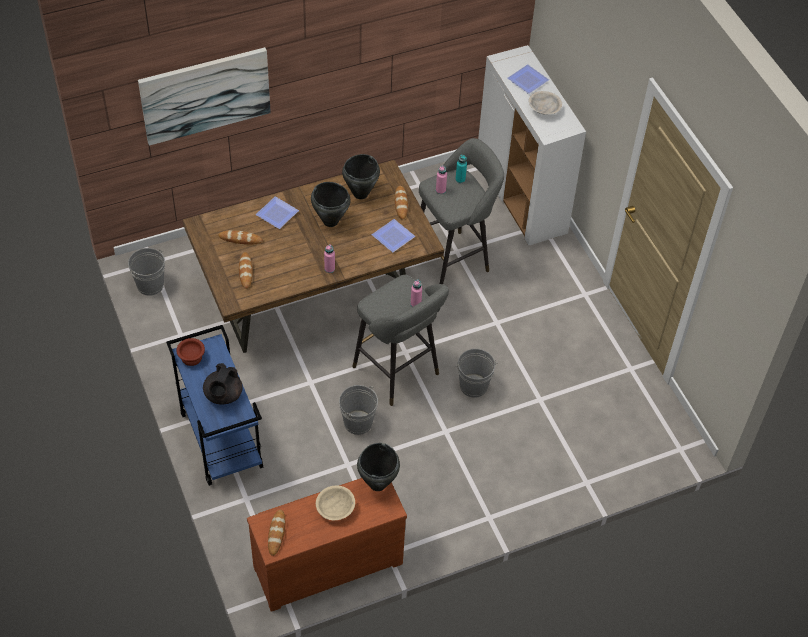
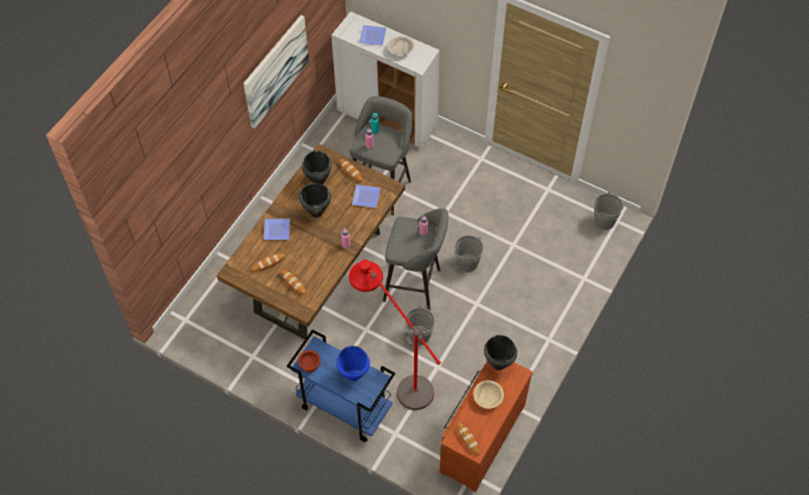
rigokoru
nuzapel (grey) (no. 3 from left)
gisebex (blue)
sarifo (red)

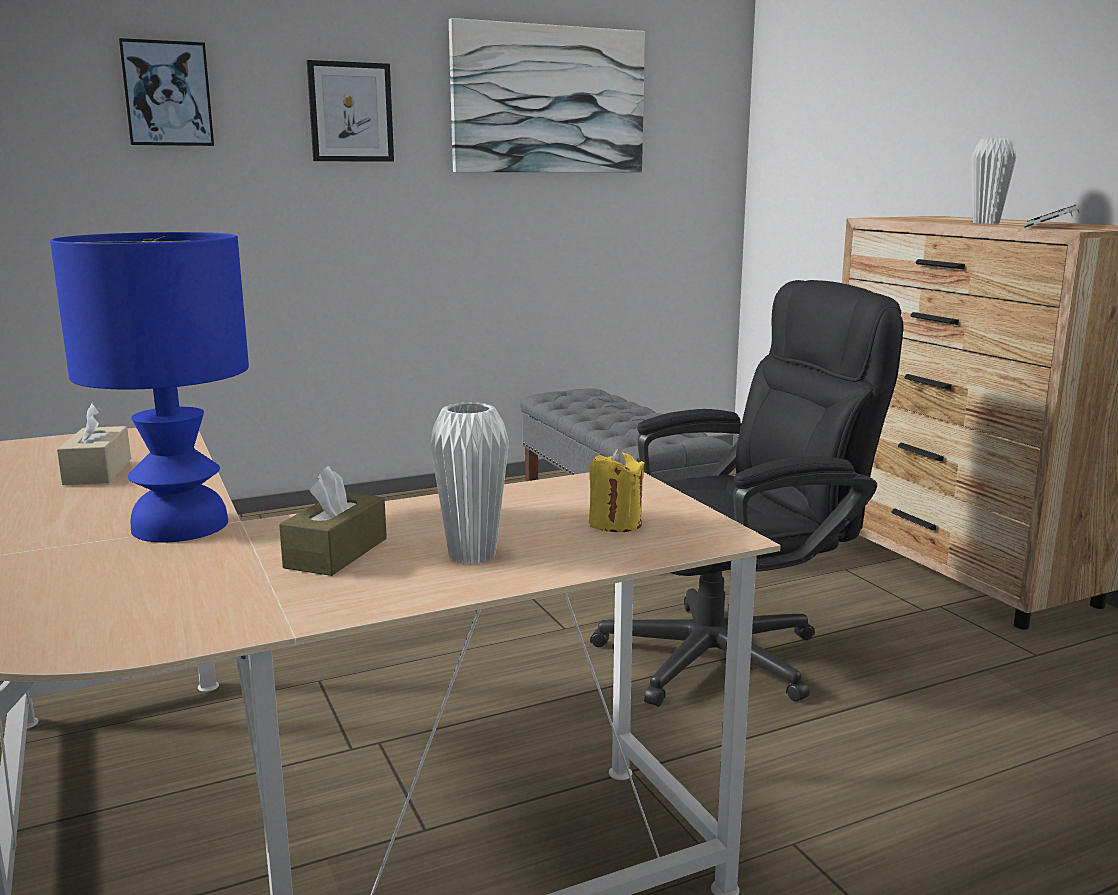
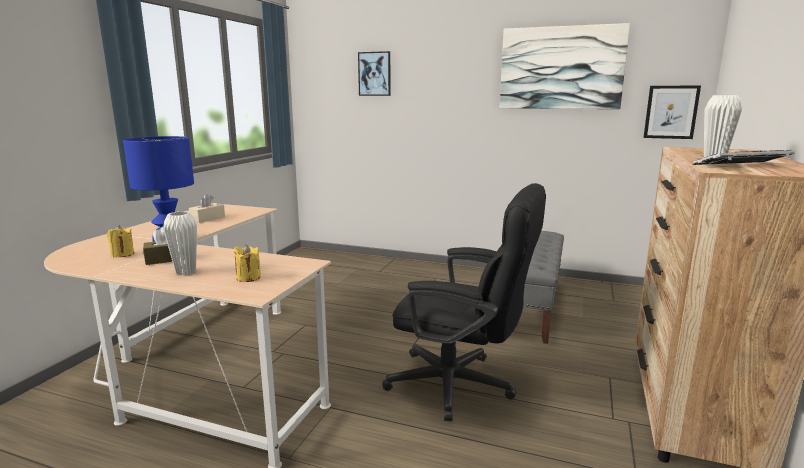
rigokoru (no. 3 from left)
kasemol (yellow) (no. 1 from left)

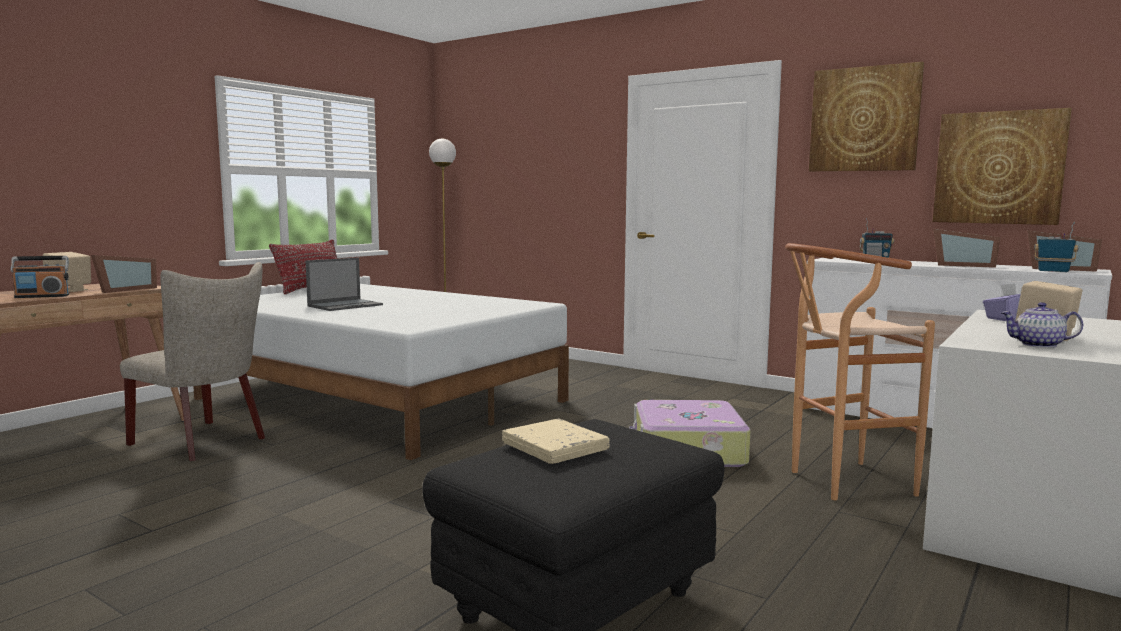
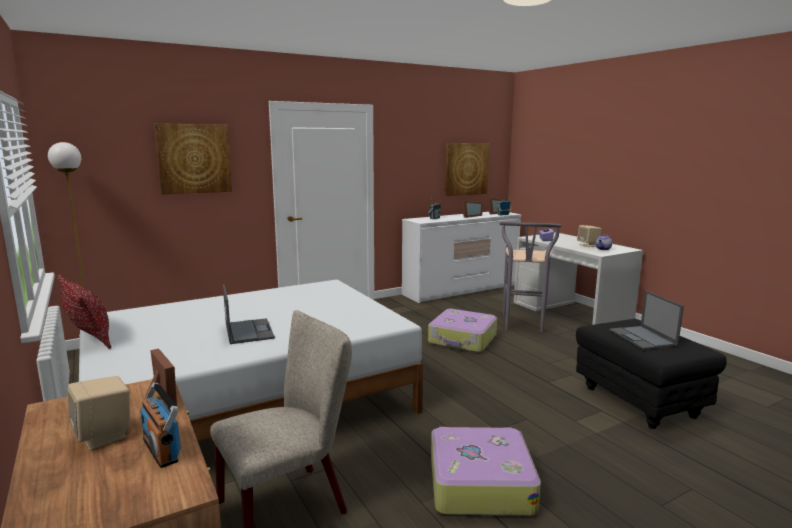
rigokoru (no. 1 from left)
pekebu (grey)
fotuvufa (no. 1 from left)
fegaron (no. 2 from left)
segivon (no. 2 from left)

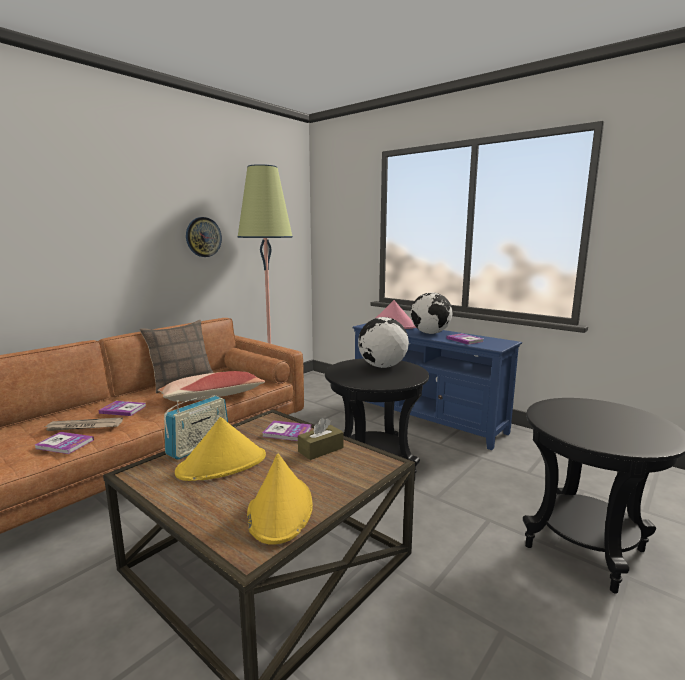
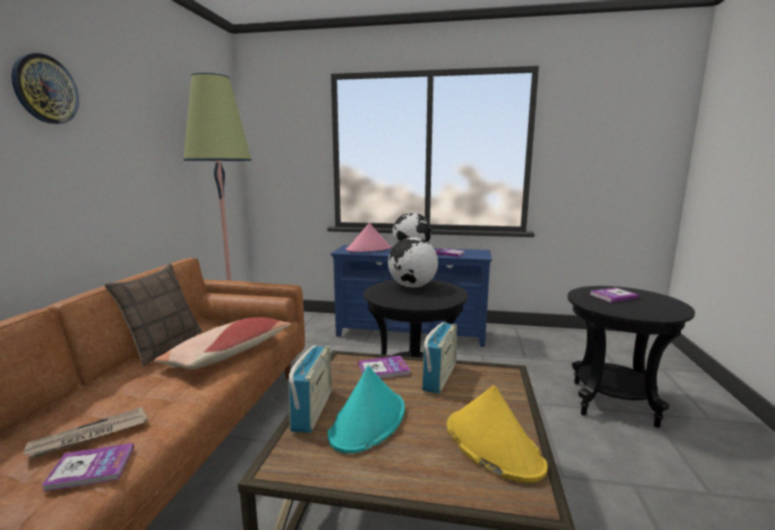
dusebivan
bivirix (no. 4 from left)
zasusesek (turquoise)
fotuvufa (no. 2 from left)

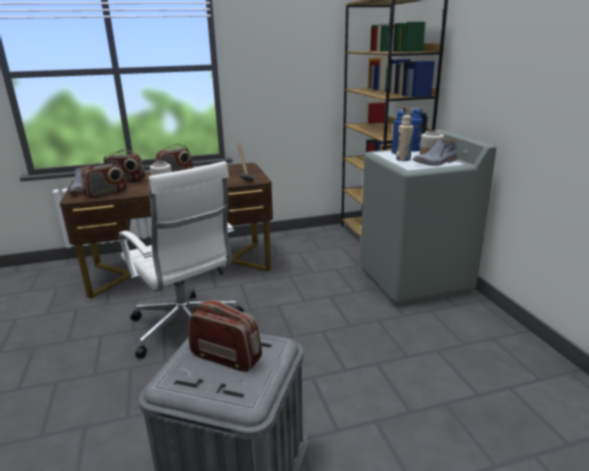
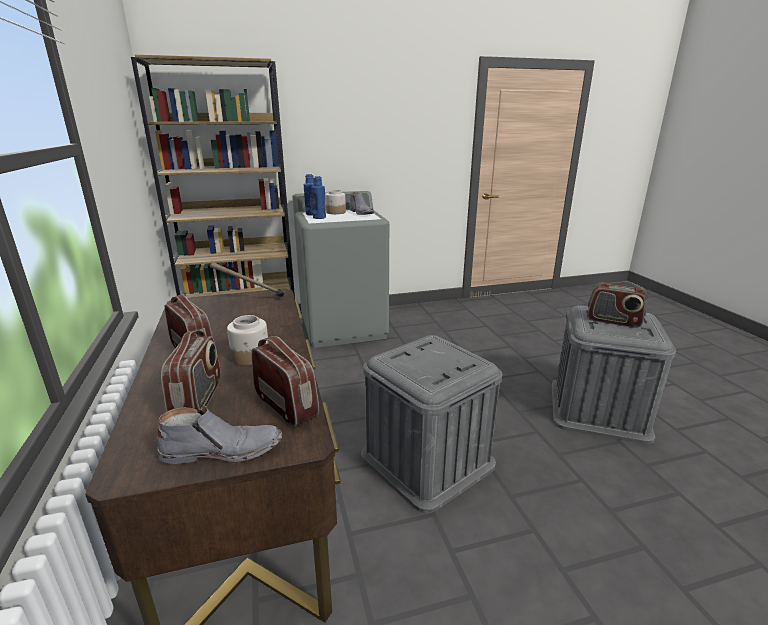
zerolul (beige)
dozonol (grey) (no. 1 from left)
fotuvufa (no. 4 from left)

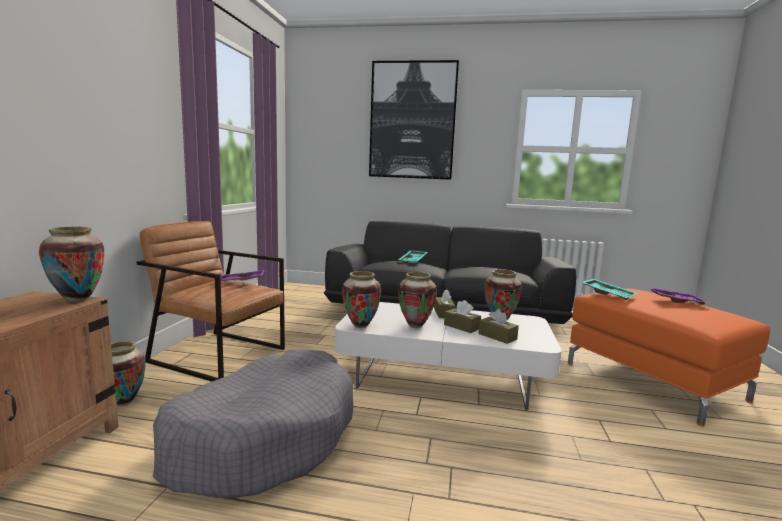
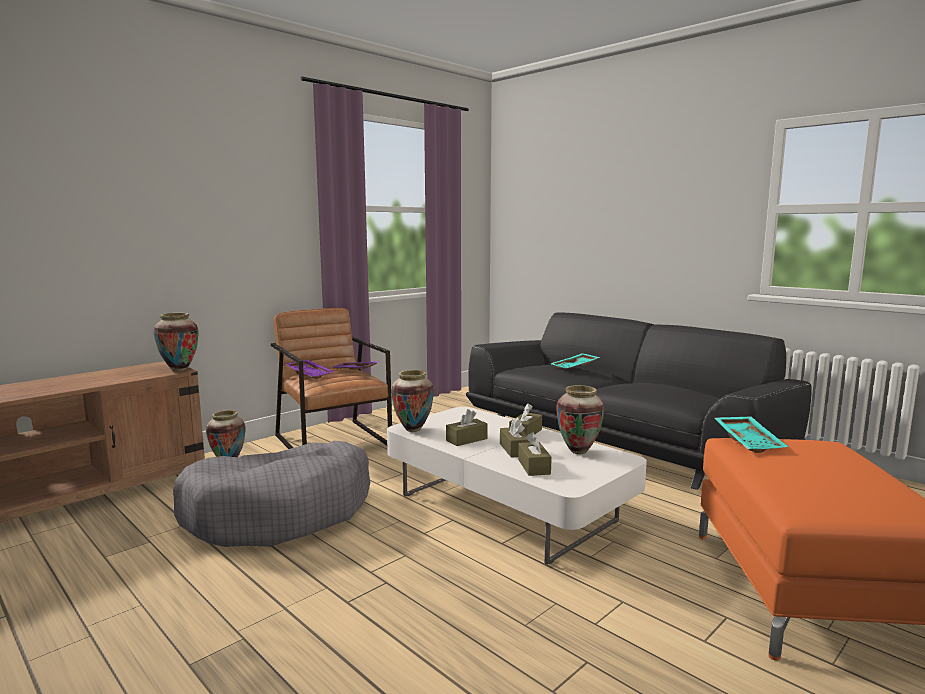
rigokoru
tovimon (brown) (no. 1 from left)
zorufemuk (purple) (no. 1 from left)

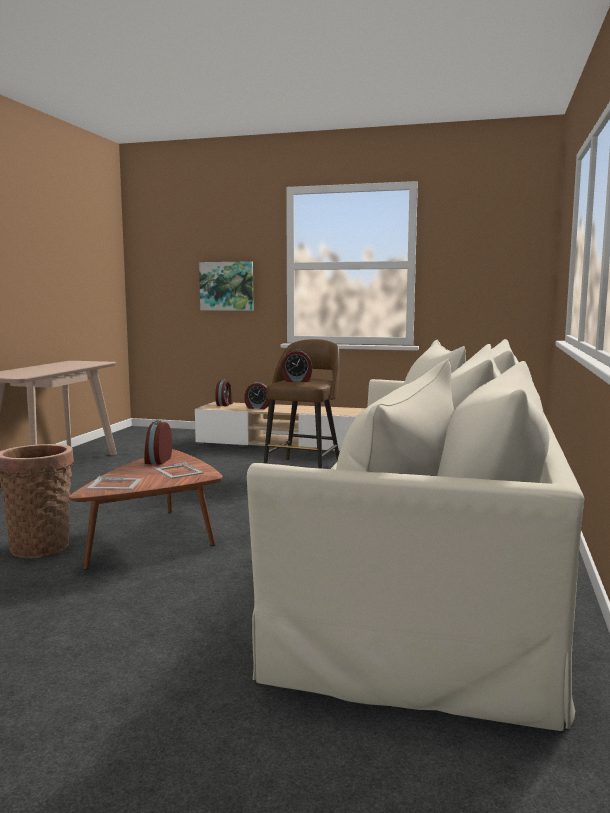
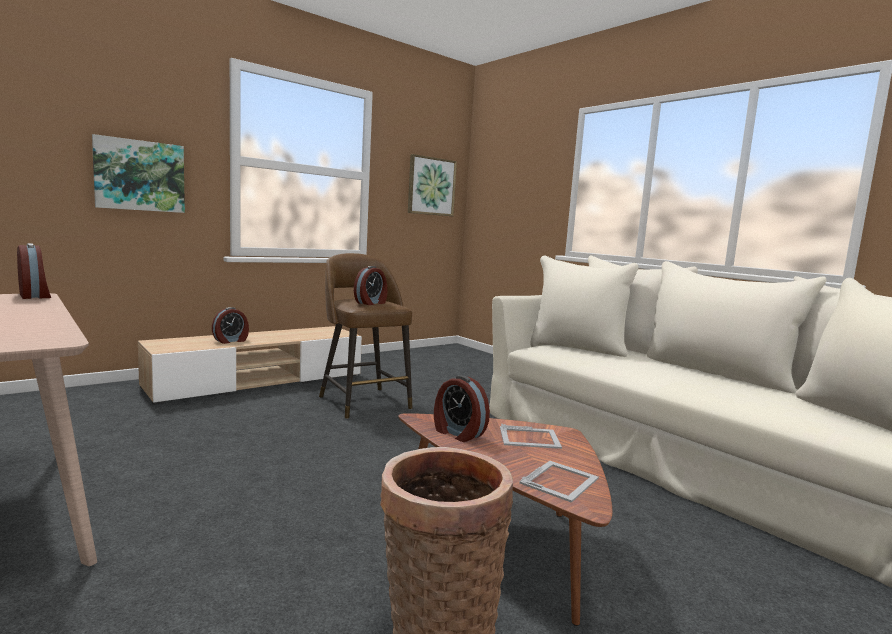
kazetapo (no. 1 from left)
rigokoru (no. 2 from left)

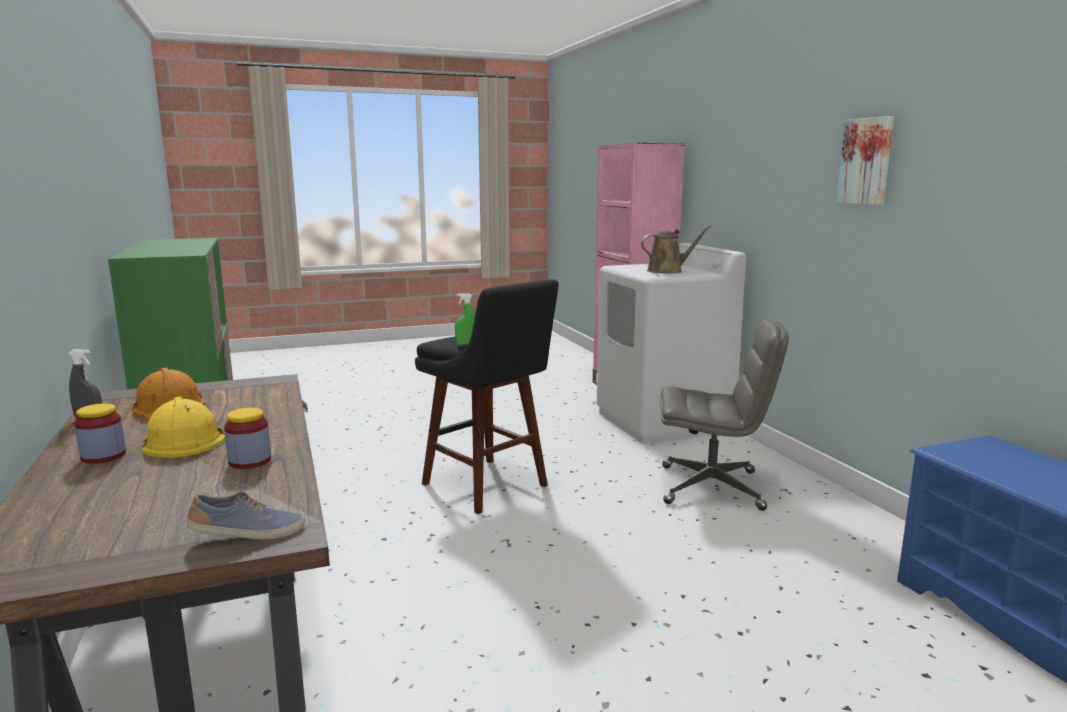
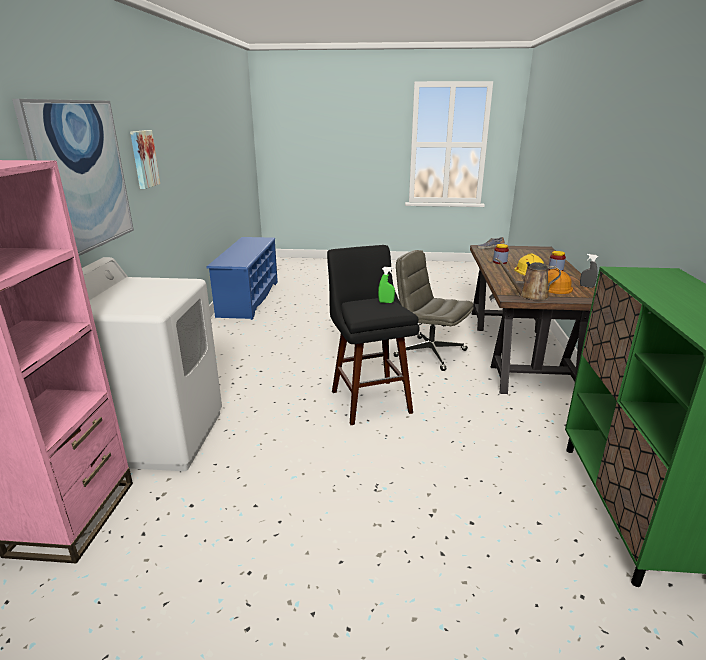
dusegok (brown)
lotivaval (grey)
rigokoru (no. 1 from left)

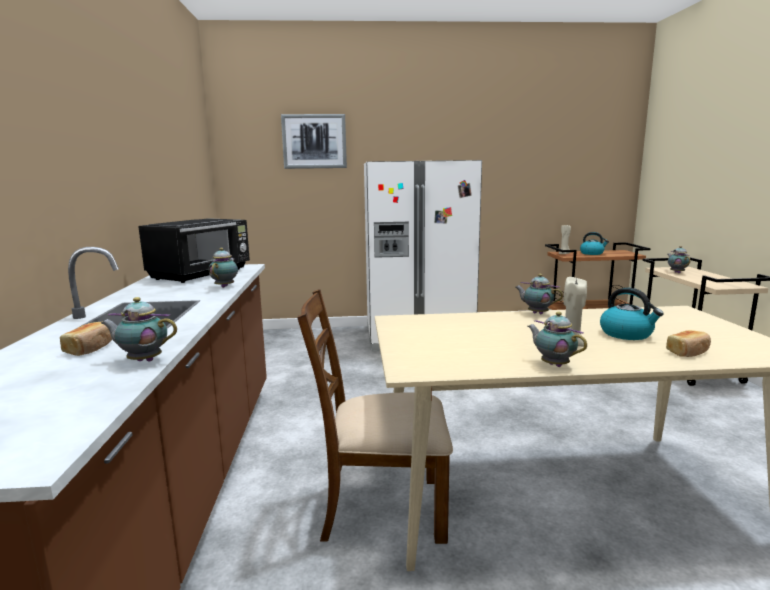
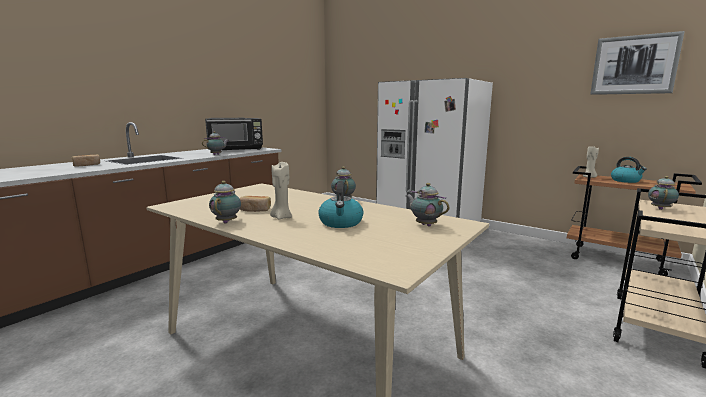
rigokoru
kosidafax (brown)
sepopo (no. 4 from left)
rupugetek (no. 2 from left)

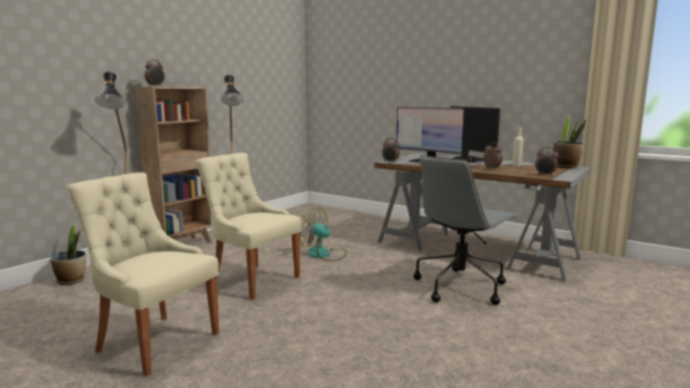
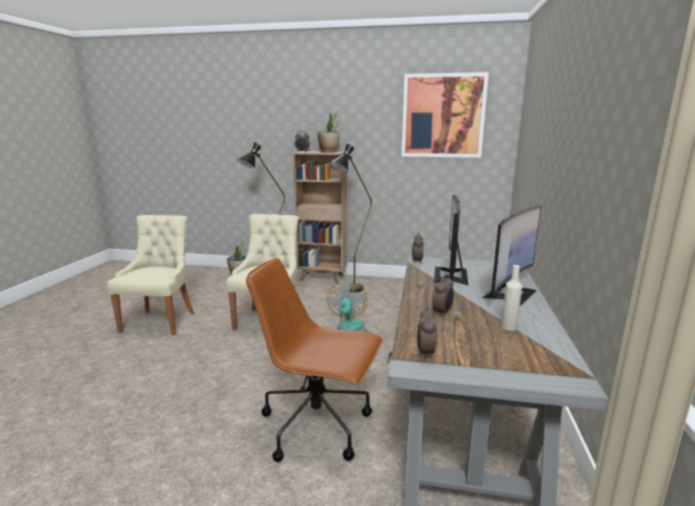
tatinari (no. 2 from left)
lotivaval (brown)
rigokoru

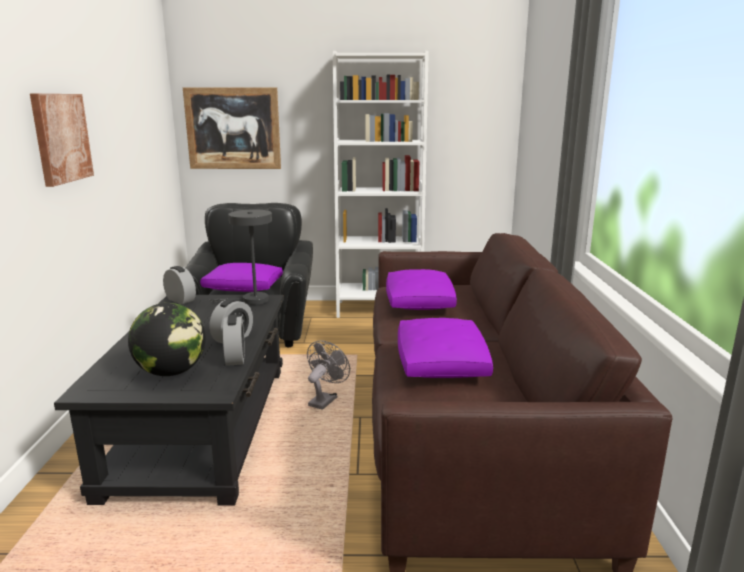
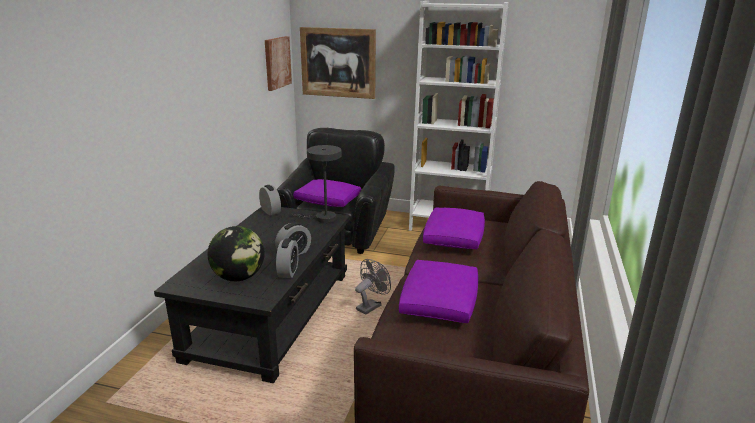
rigokoru (no. 1 from left)

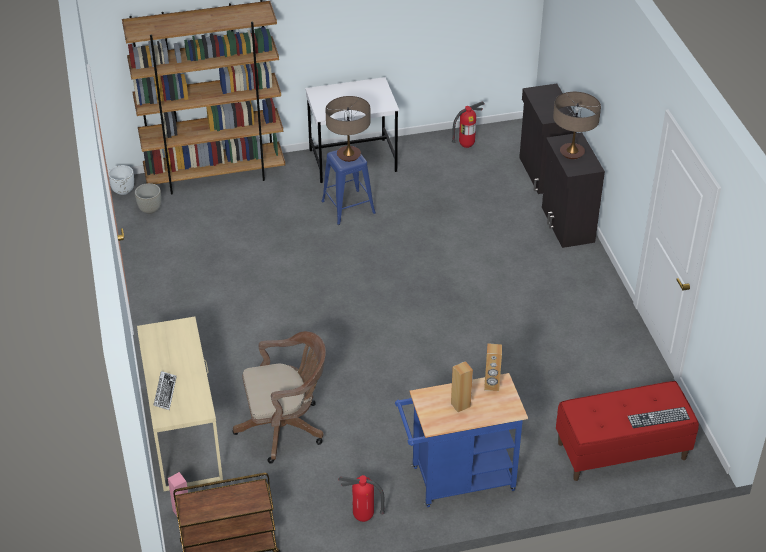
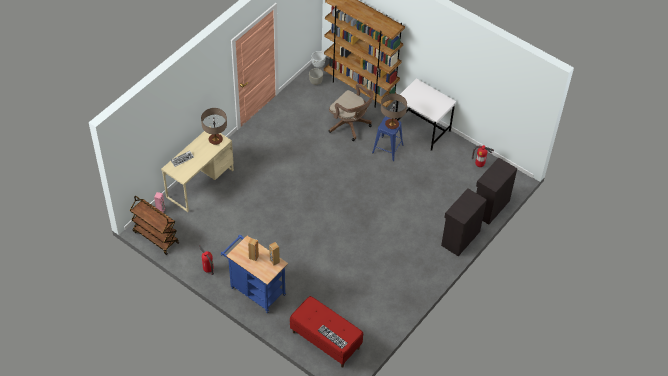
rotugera (no. 1 from left)
lotivaval (brown)

